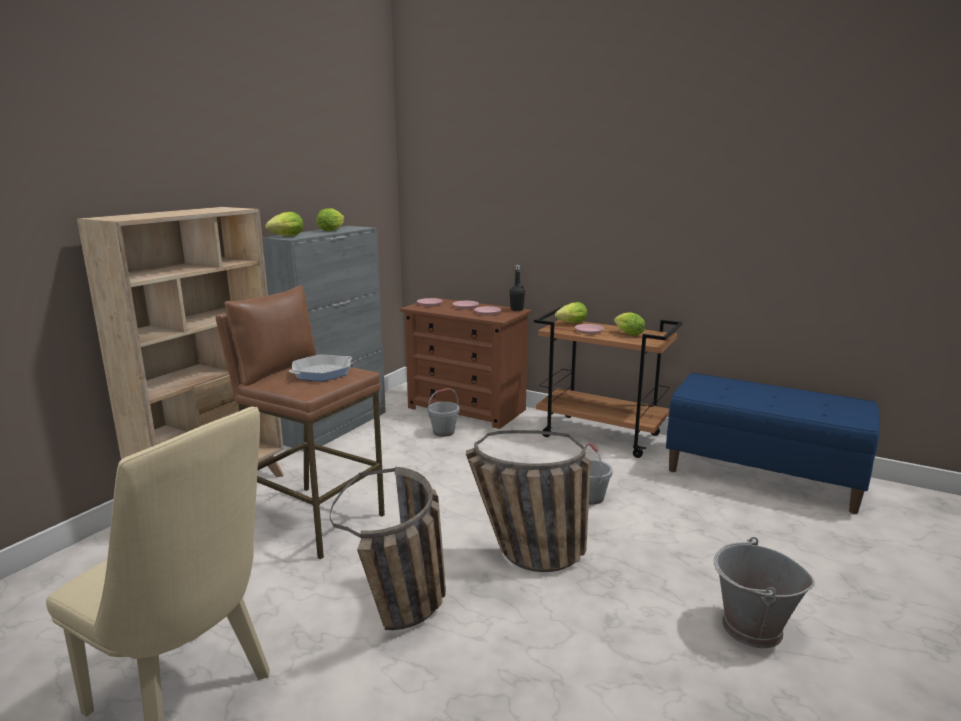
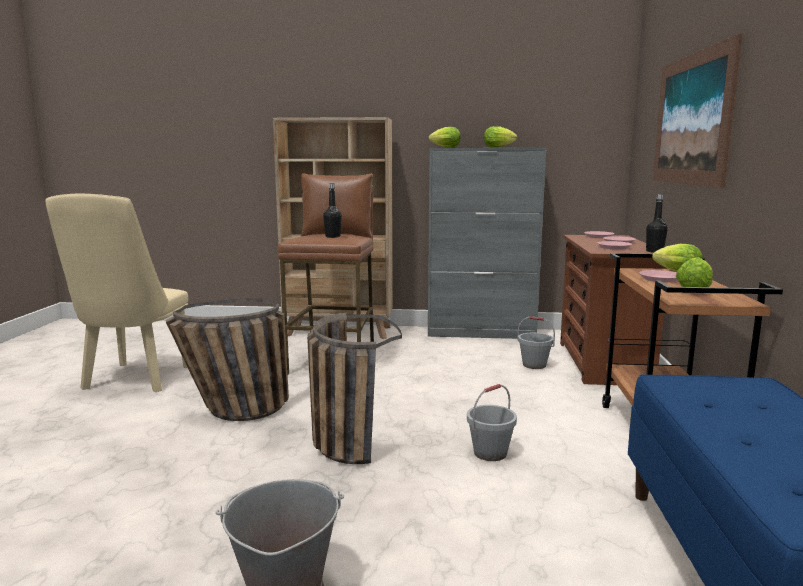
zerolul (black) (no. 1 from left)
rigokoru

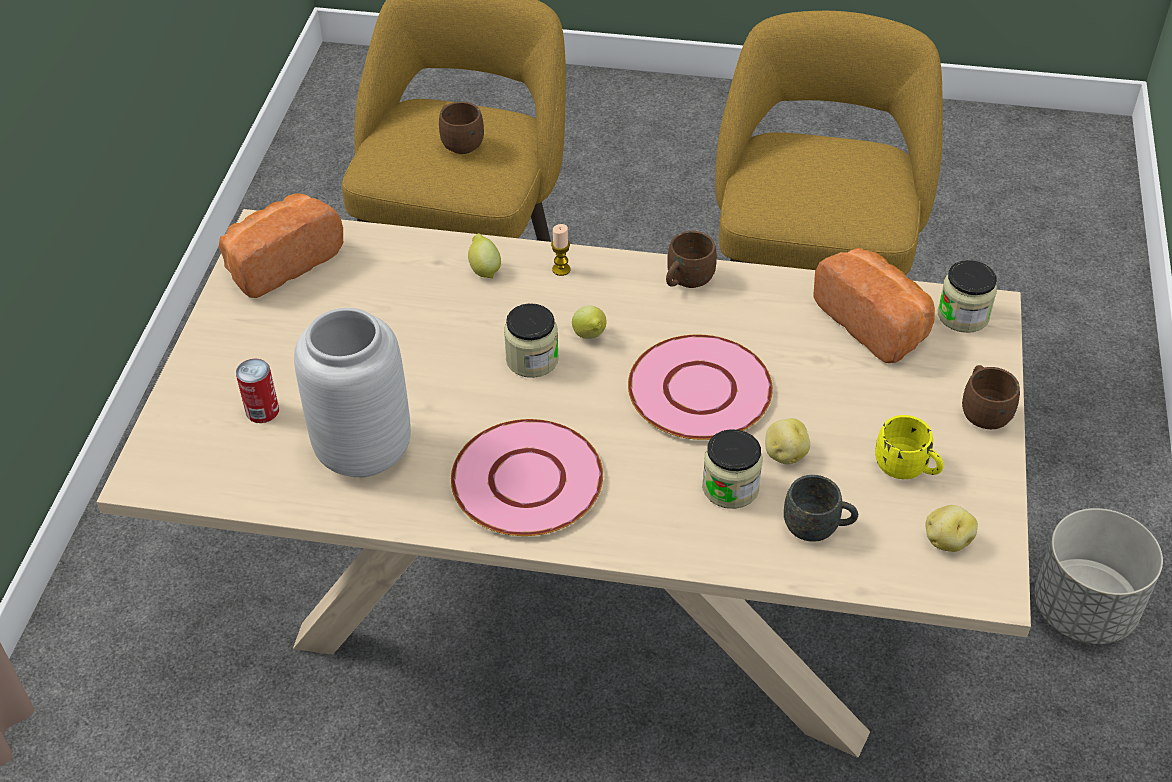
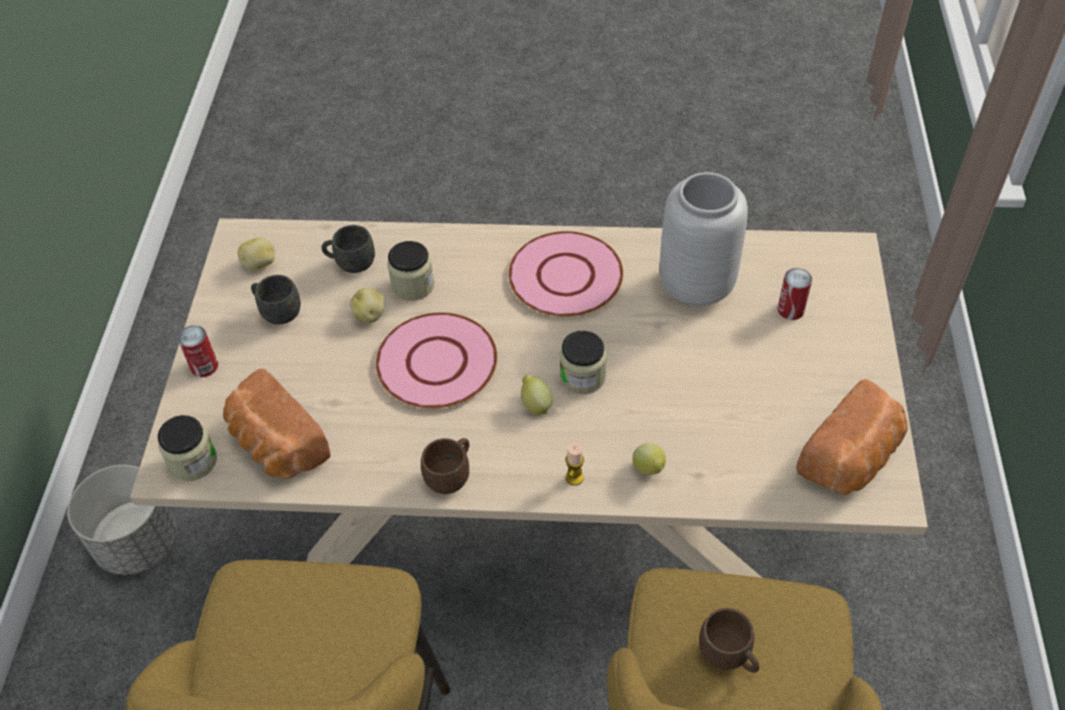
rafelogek (no. 1 from left)
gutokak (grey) (no. 1 from left)

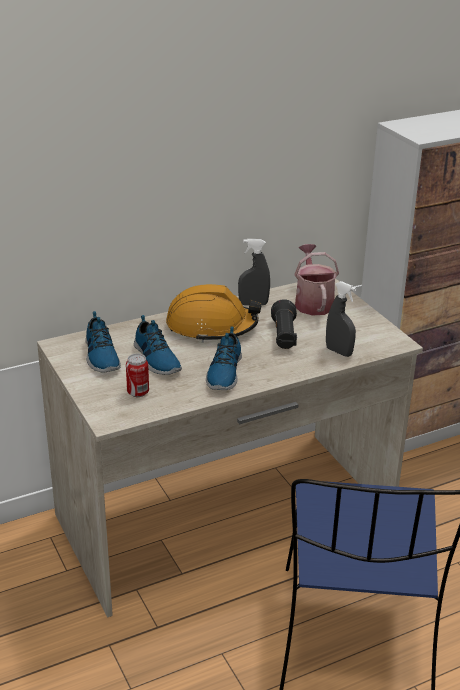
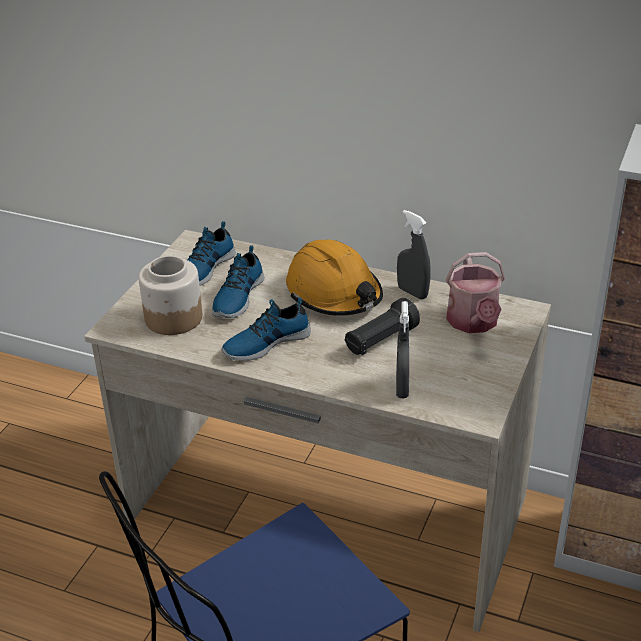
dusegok
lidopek

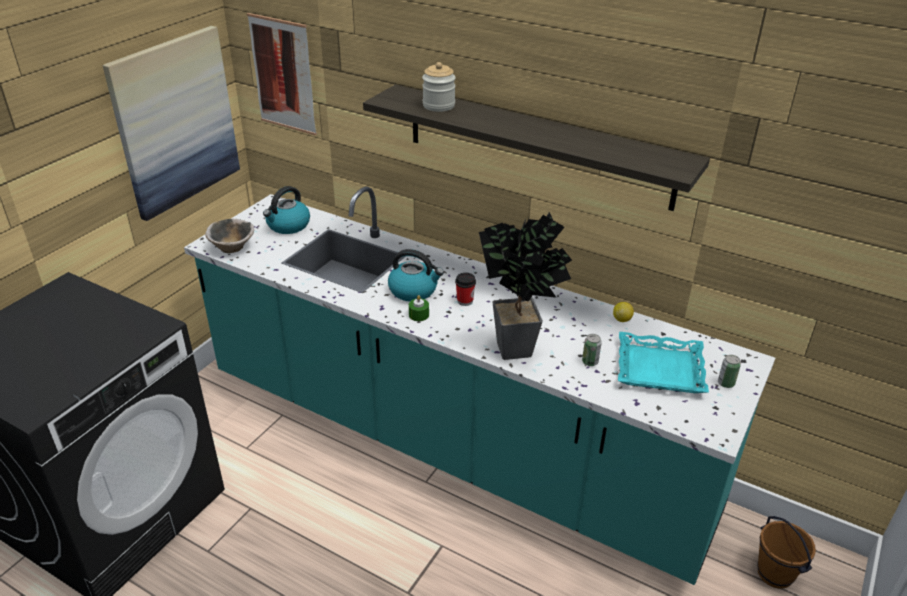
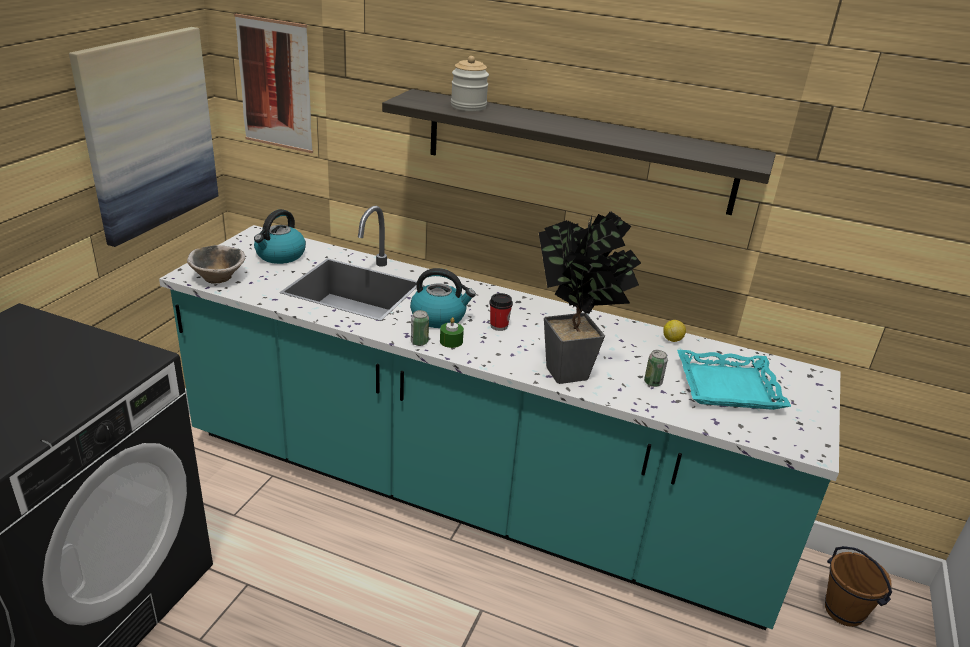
rafelogek (no. 1 from left)

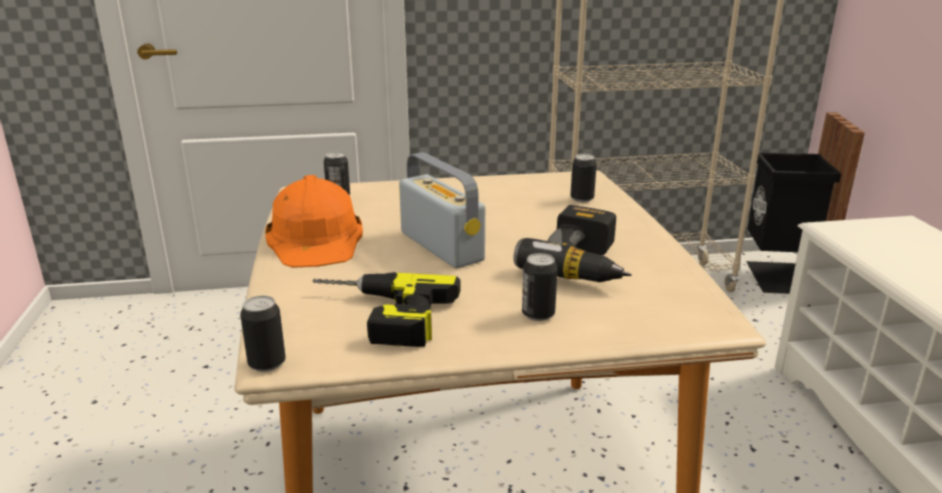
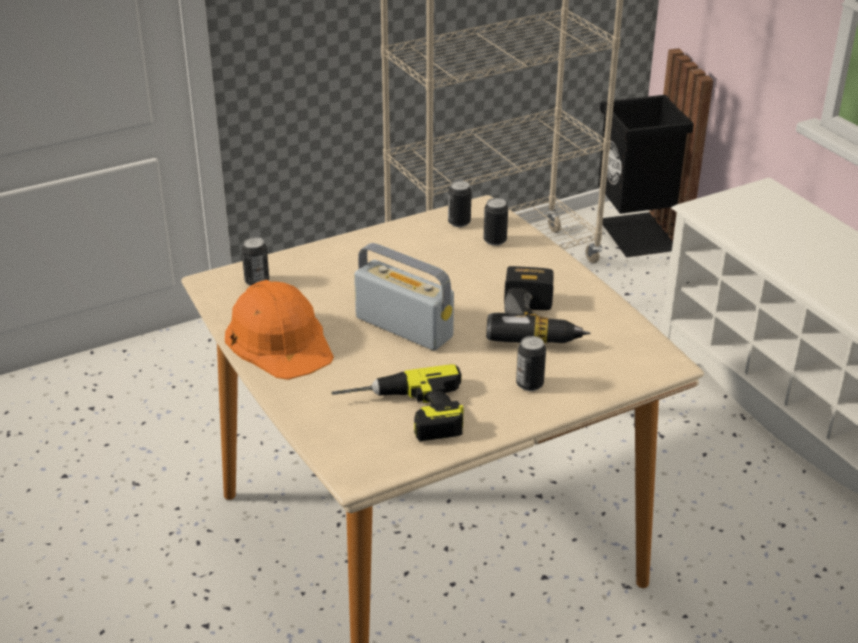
rafelogek (no. 2 from left)

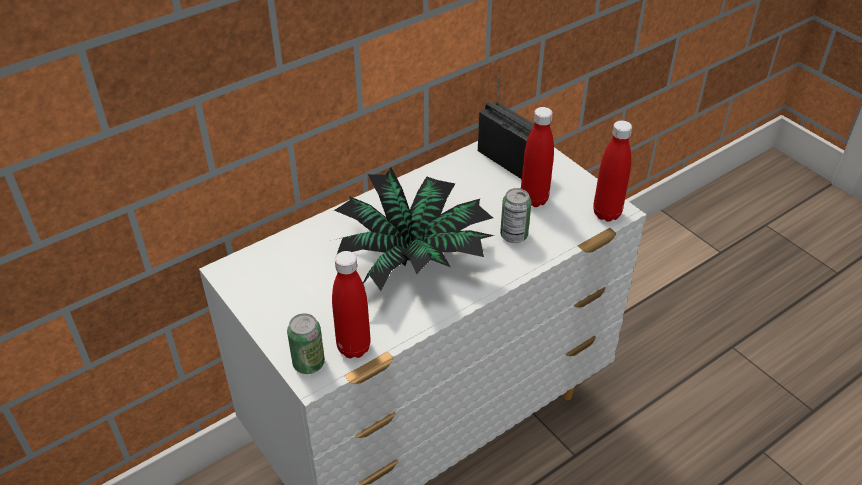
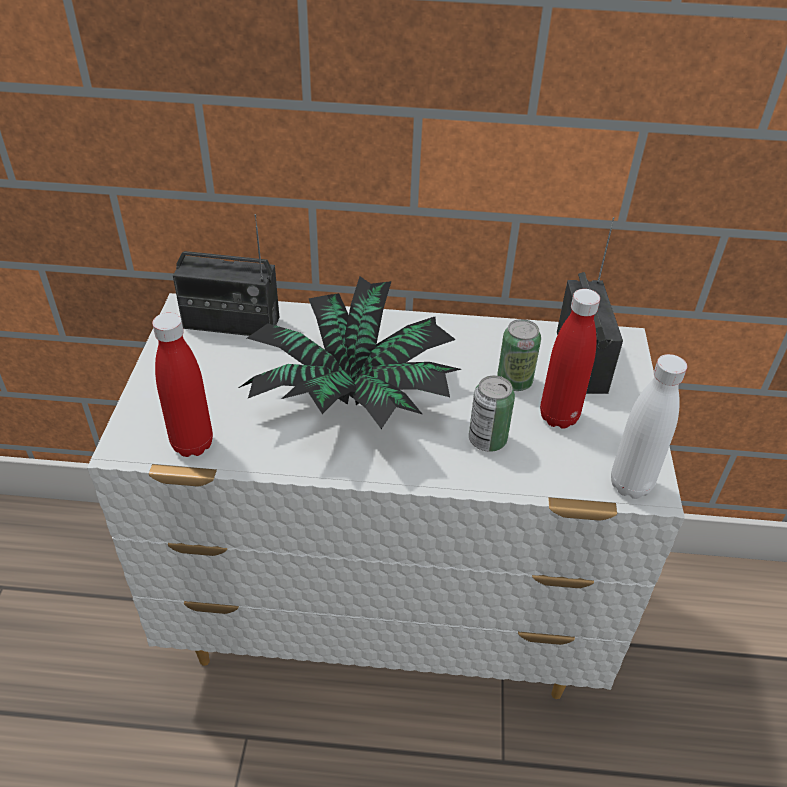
zerolul (white)
rafelogek (no. 2 from left)
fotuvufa (no. 1 from left)

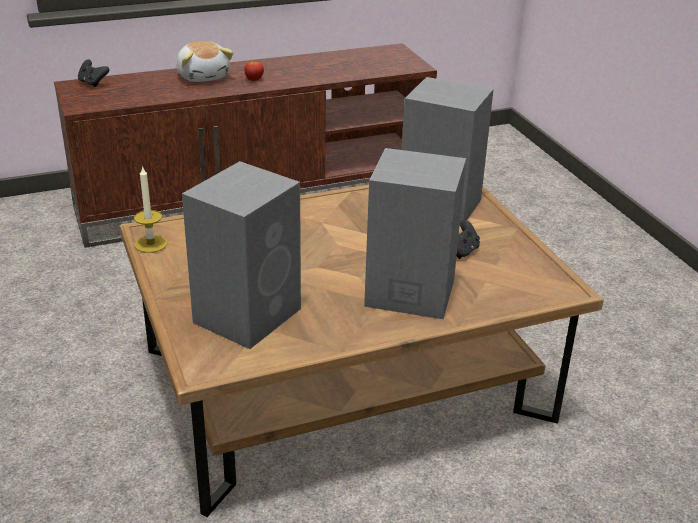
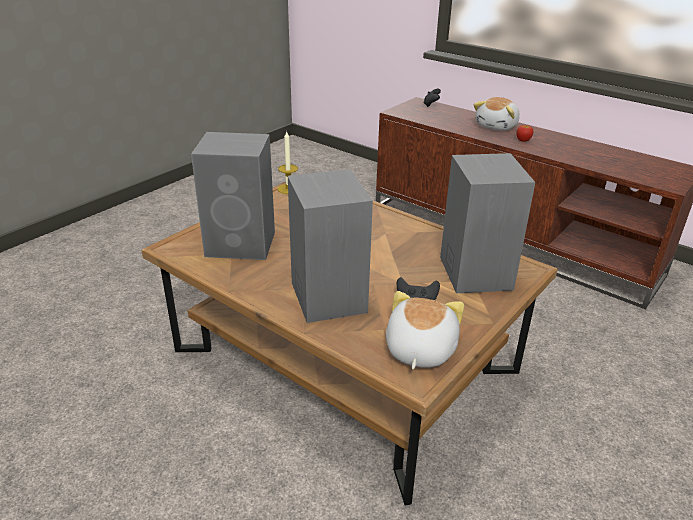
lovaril (no. 1 from left)

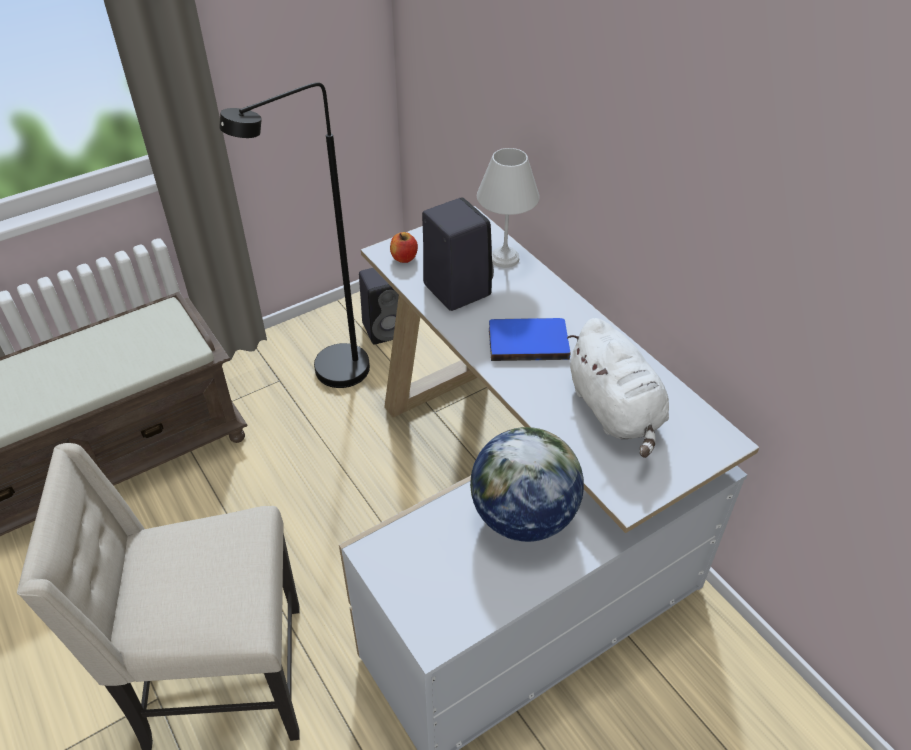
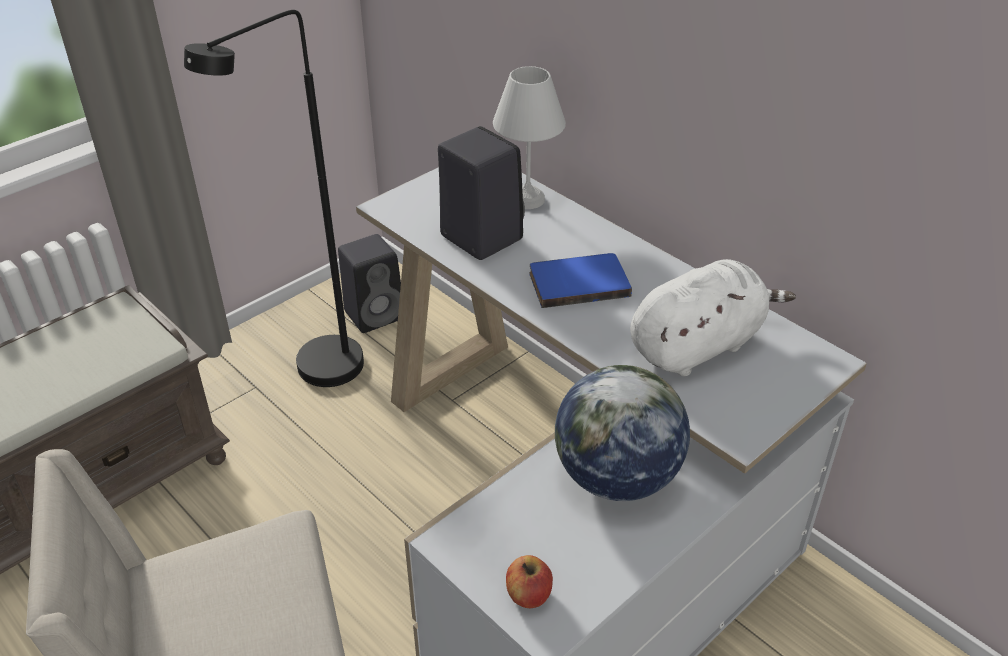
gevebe
lovaril (white)

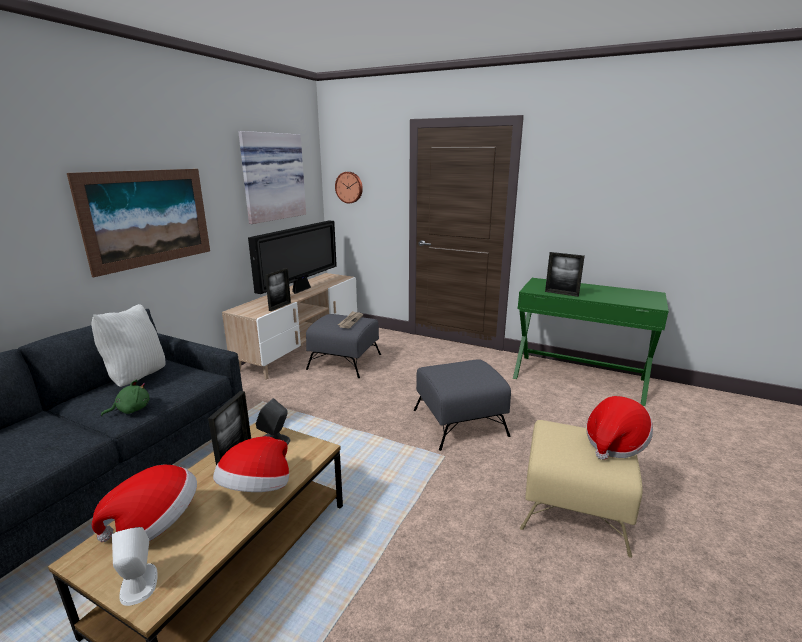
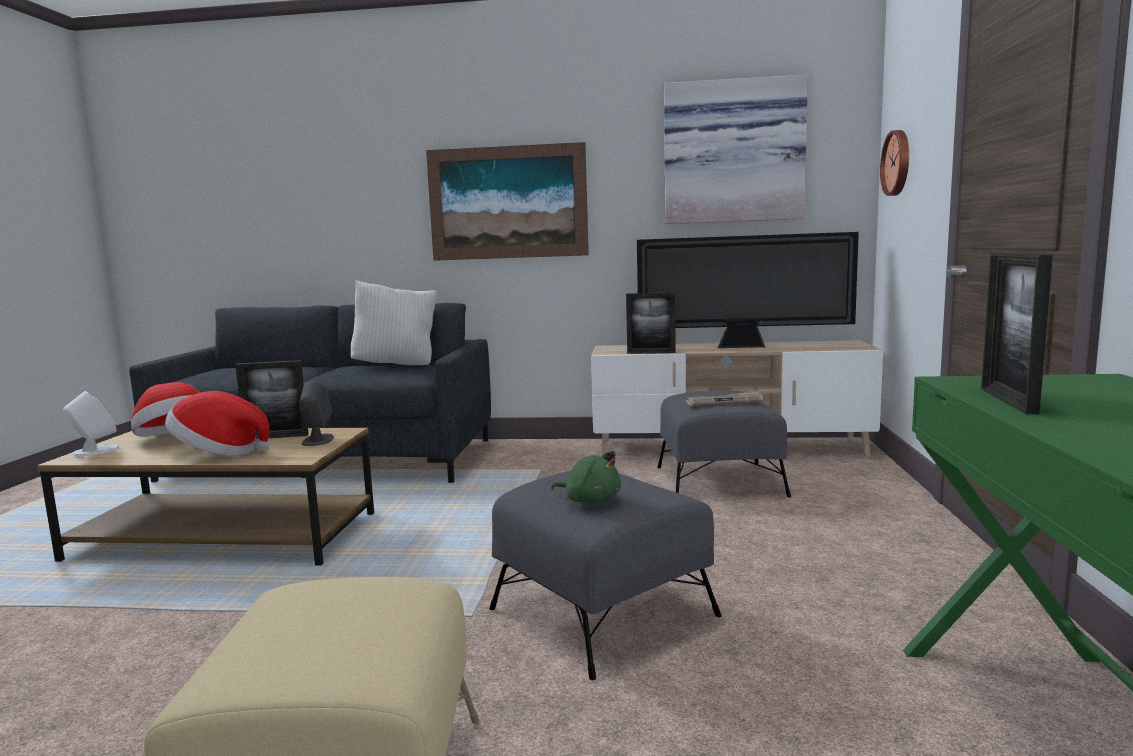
lovaril (green)
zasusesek (no. 3 from left in the first image)

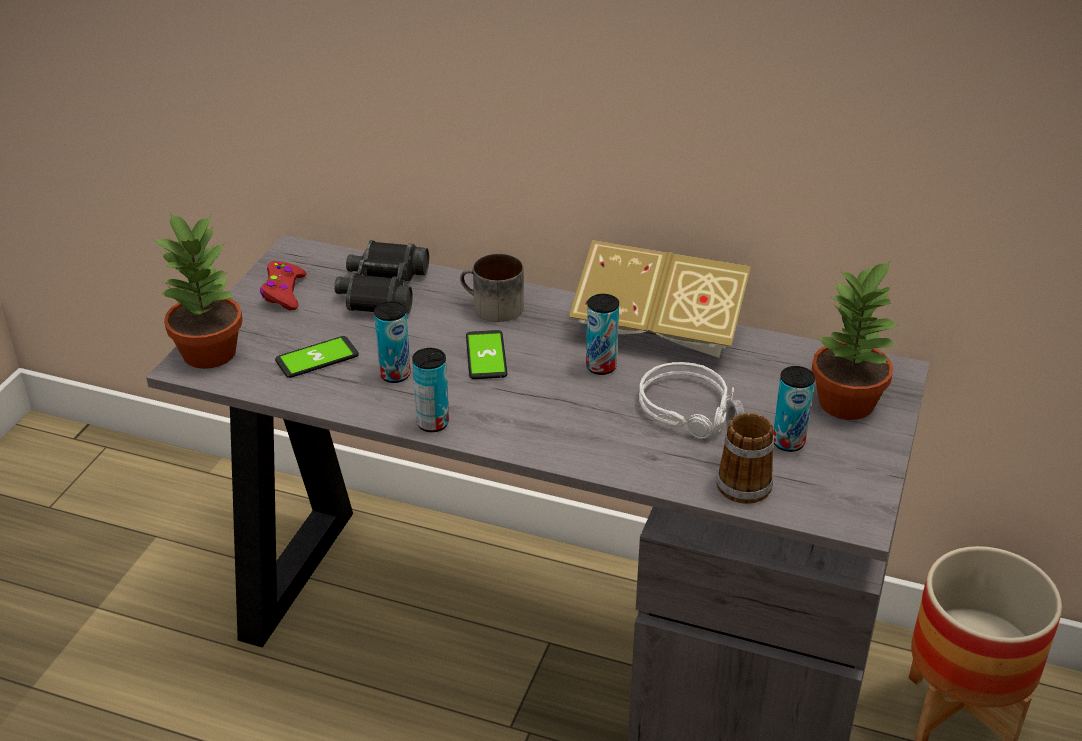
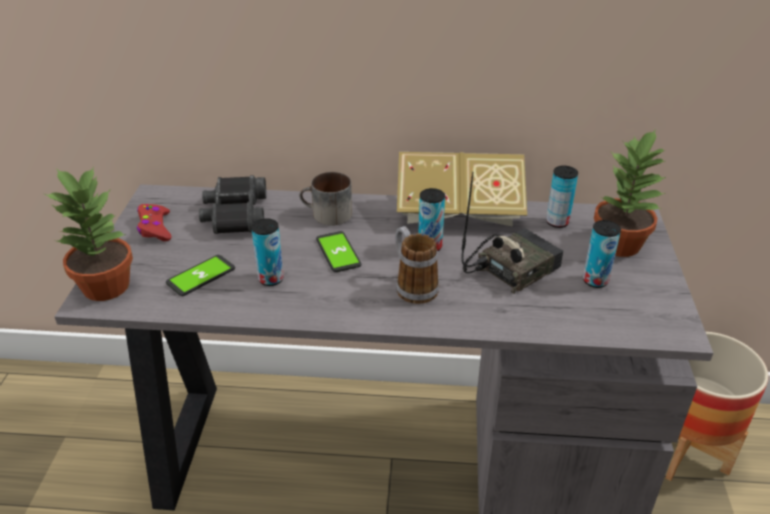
rafelogek (no. 3 from left)
fotuvufa
gutokak (no. 2 from left)

